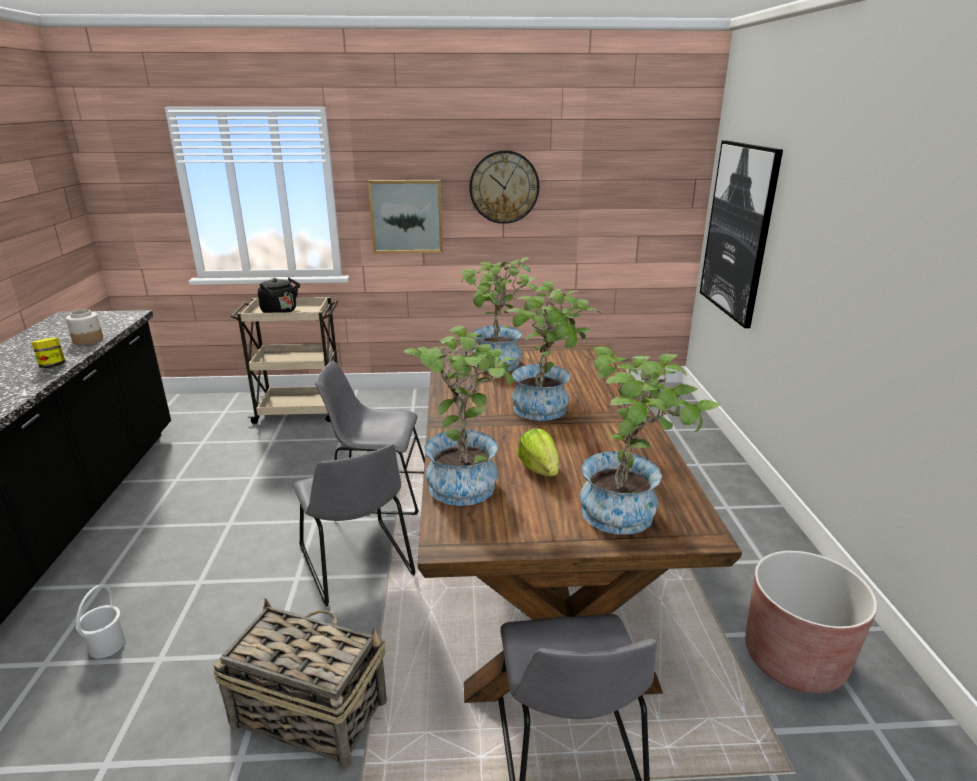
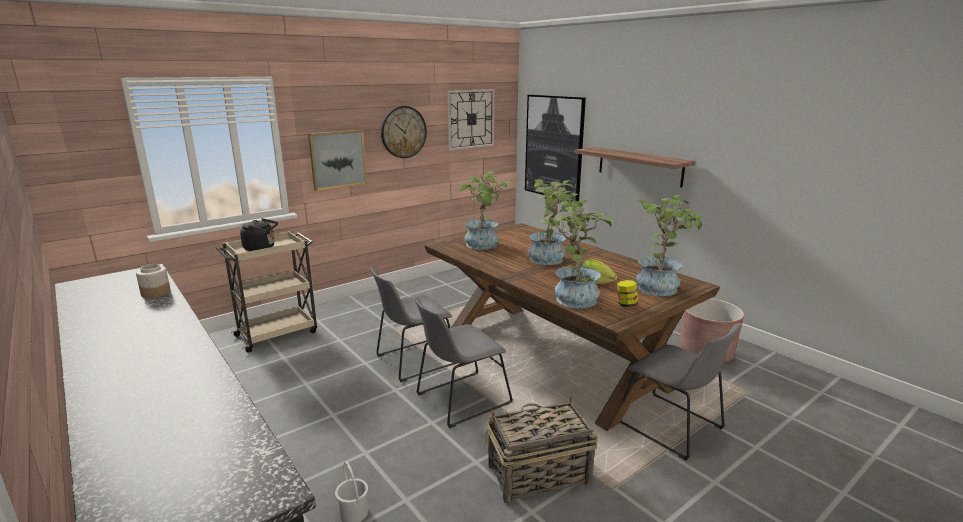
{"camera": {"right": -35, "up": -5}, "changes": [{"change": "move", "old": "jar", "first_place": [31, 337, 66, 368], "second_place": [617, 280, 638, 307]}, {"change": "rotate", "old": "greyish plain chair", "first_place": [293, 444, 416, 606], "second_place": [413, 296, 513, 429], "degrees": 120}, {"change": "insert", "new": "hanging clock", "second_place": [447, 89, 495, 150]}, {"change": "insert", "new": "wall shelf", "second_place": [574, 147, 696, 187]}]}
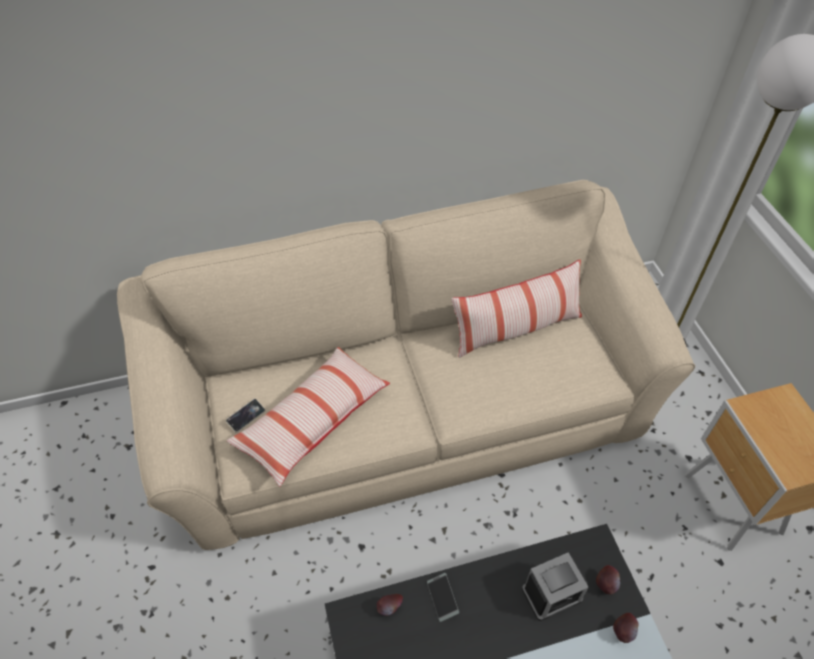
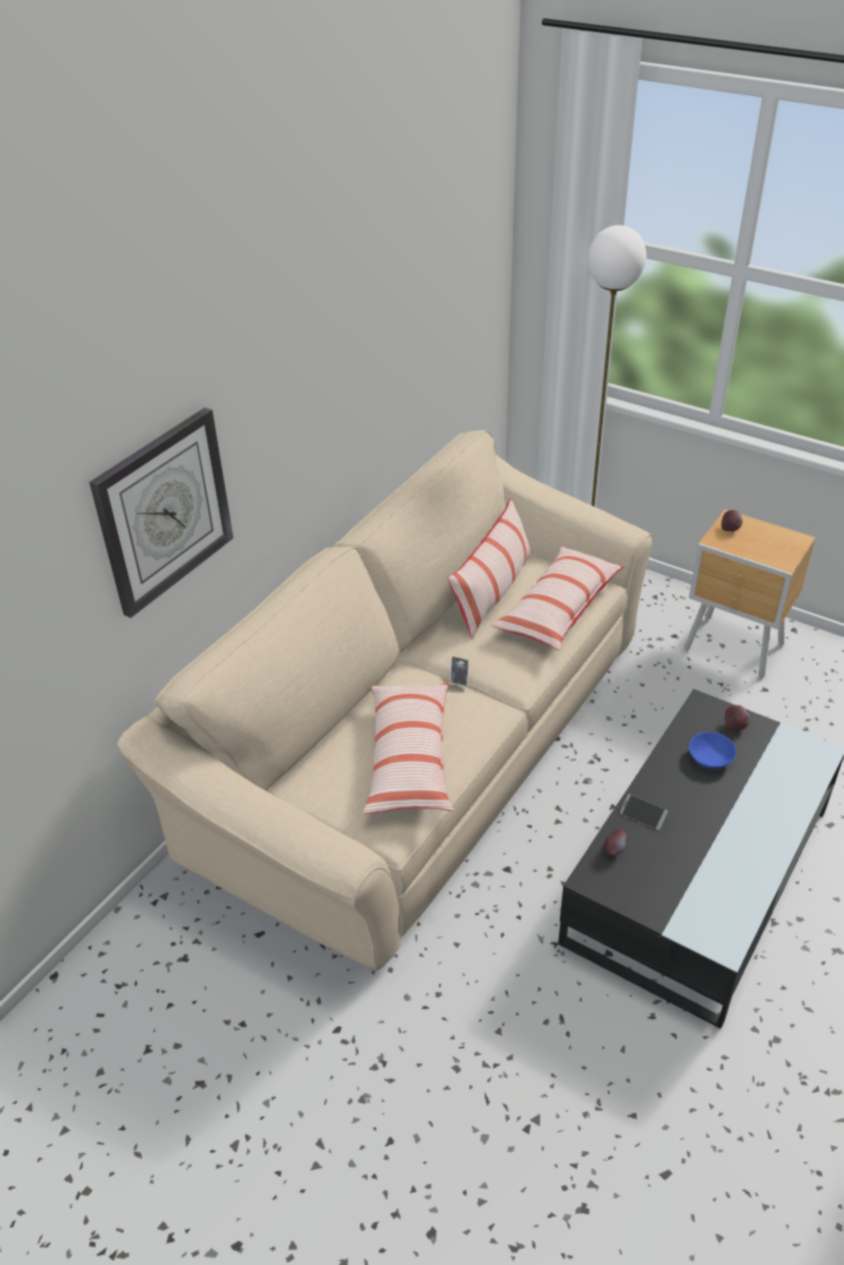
{"camera": {"right": -40, "up": -10}, "changes": [{"change": "move", "old": "telephone", "first_place": [226, 399, 265, 433], "second_place": [449, 657, 469, 687]}, {"change": "replace", "old": "bedside clock", "new": "blue serving bowl", "first_place": [522, 552, 589, 621], "second_place": [689, 732, 737, 768]}, {"change": "move", "old": "apple fruit", "first_place": [613, 613, 639, 643], "second_place": [721, 510, 743, 532]}, {"change": "insert", "new": "hanging clock", "second_place": [89, 407, 233, 618]}, {"change": "insert", "new": "pillow", "second_place": [491, 546, 624, 651]}]}
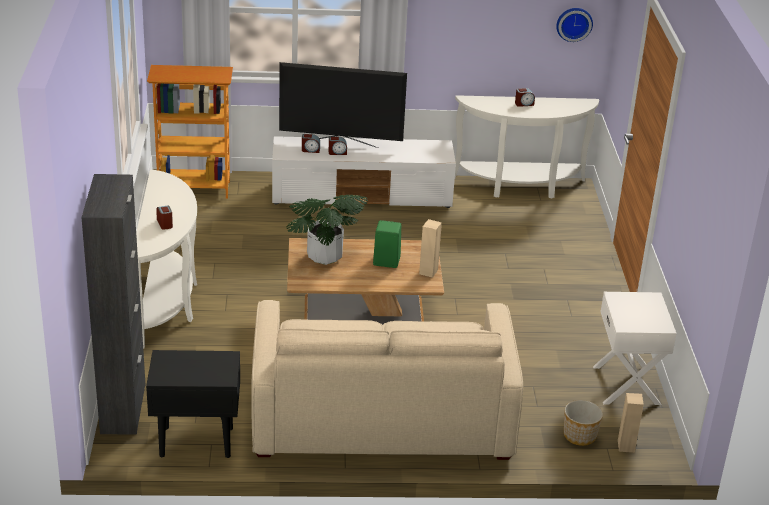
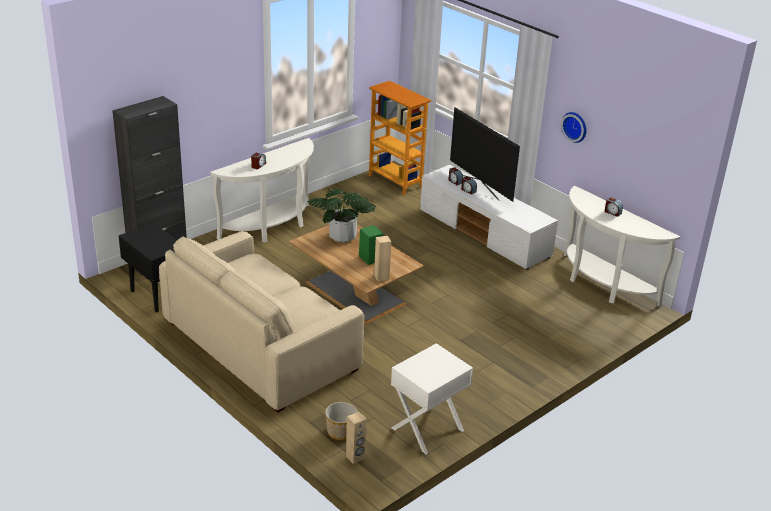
{"camera": {"right": 50, "up": 0}, "changes": [{"change": "move", "old": "hanging clock", "first_place": [556, 8, 593, 42], "second_place": [561, 112, 587, 143]}]}
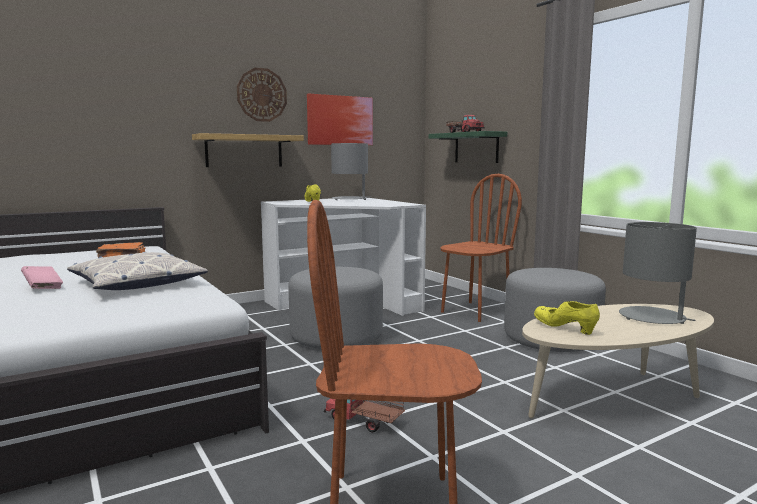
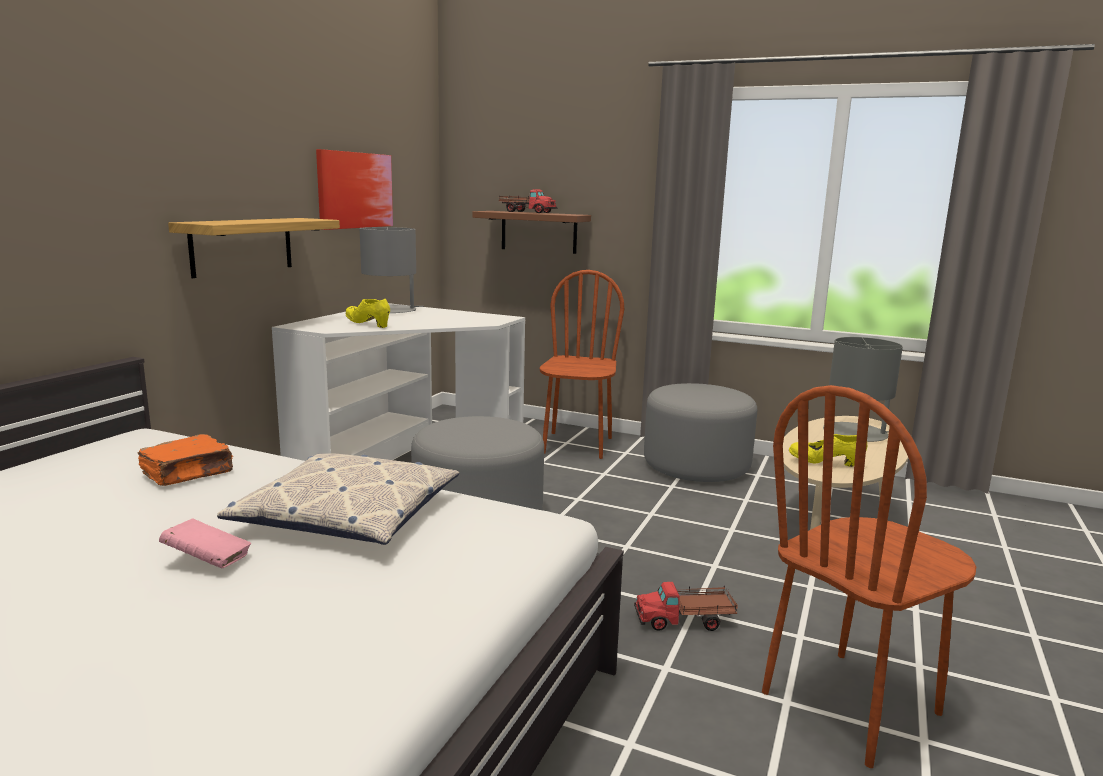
{"camera": {"right": -35, "up": 5}, "changes": [{"change": "delete", "old": "hanging clock", "first_place": [237, 68, 287, 122]}, {"change": "recolor", "old": "green-coloured wall shelf", "new": "brown-coloured wall shelf", "first_place": [429, 131, 507, 163], "second_place": [472, 211, 591, 254]}]}
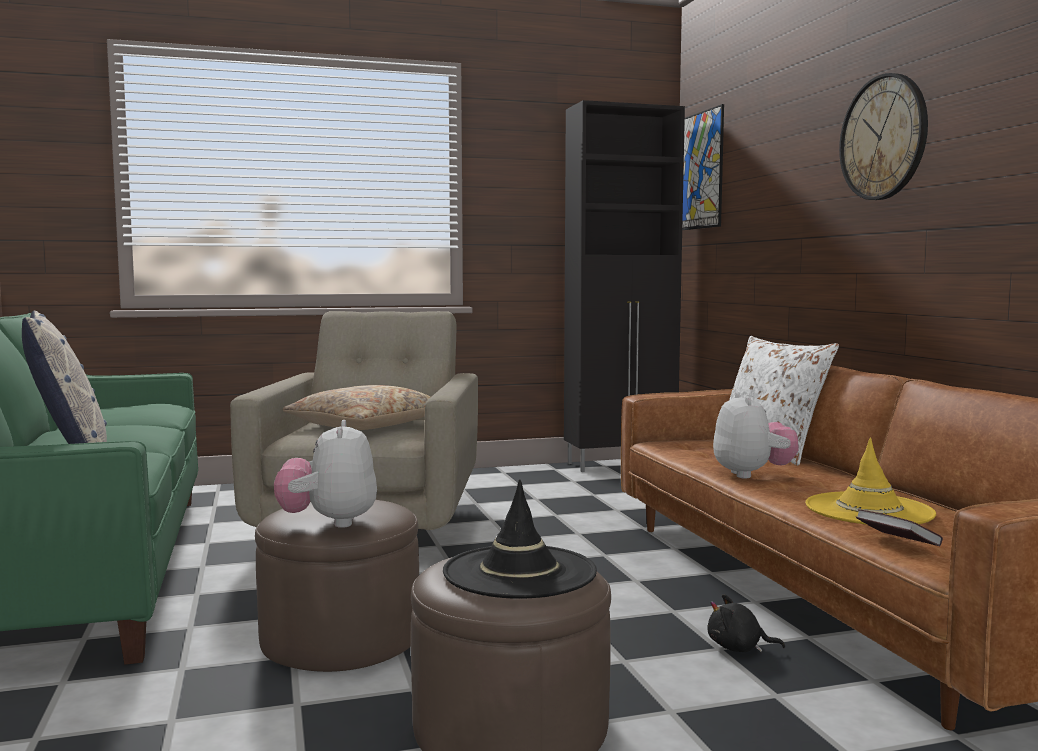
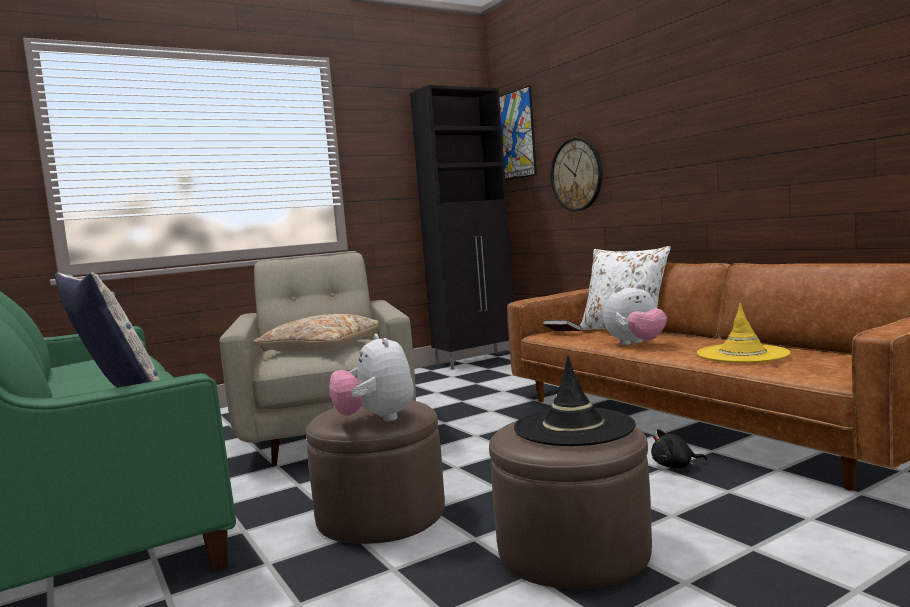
{"camera": {"right": -15, "up": 0}, "changes": [{"change": "move", "old": "hanging clock", "first_place": [839, 73, 928, 200], "second_place": [551, 138, 603, 211]}, {"change": "rotate", "old": "cuddly toy", "first_place": [713, 392, 799, 478], "second_place": [603, 284, 667, 345], "degrees": 90}, {"change": "move", "old": "bound book", "first_place": [856, 509, 943, 546], "second_place": [543, 320, 581, 331]}]}
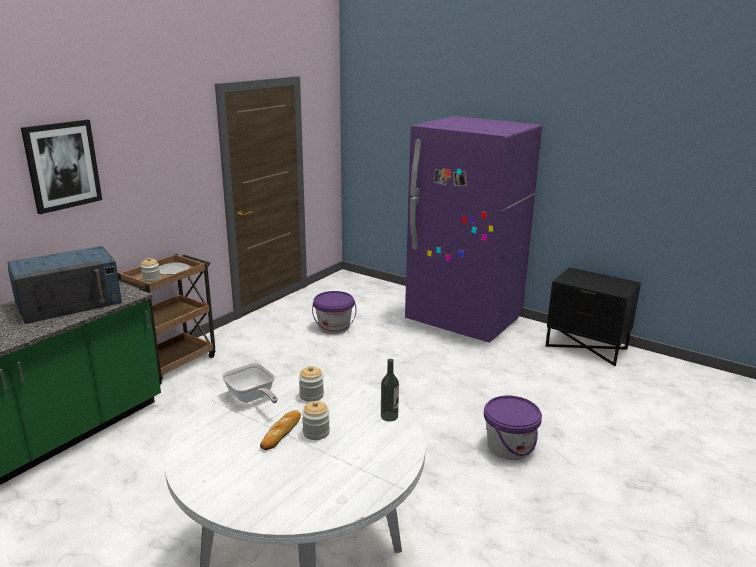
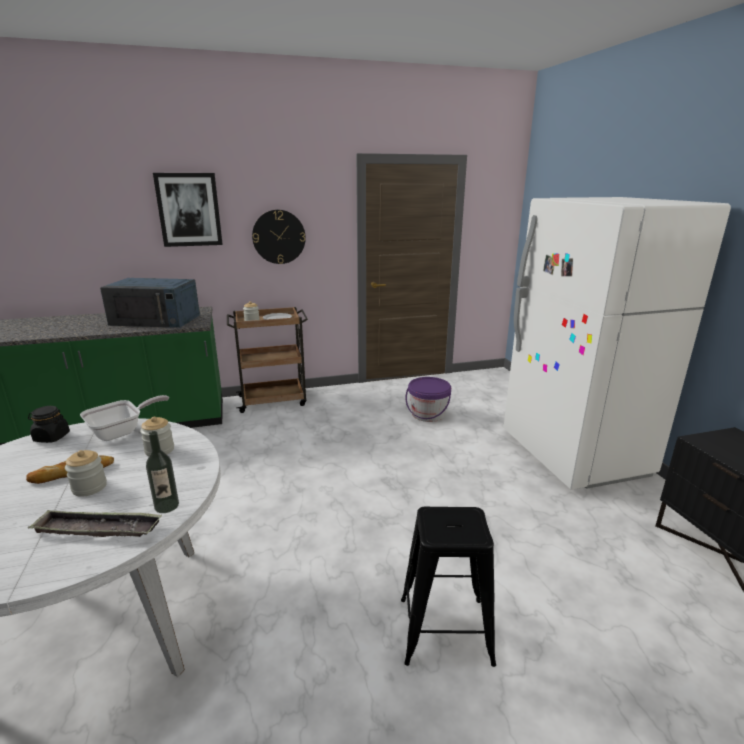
{"camera": {"right": 40, "up": 0}, "changes": [{"change": "recolor", "old": "purple-coloured refrigerator", "new": "white-coloured refrigerator", "first_place": [405, 116, 542, 343], "second_place": [503, 197, 731, 490]}, {"change": "rotate", "old": "pan", "first_place": [221, 363, 278, 403], "second_place": [80, 395, 169, 441], "degrees": -135}, {"change": "replace", "old": "purple-coloured pail", "new": "black stool", "first_place": [484, 395, 542, 460], "second_place": [401, 506, 496, 667]}, {"change": "insert", "new": "hanging clock", "second_place": [252, 210, 306, 264]}, {"change": "insert", "new": "black jar", "second_place": [28, 406, 70, 443]}, {"change": "insert", "new": "tray", "second_place": [28, 509, 162, 537]}]}
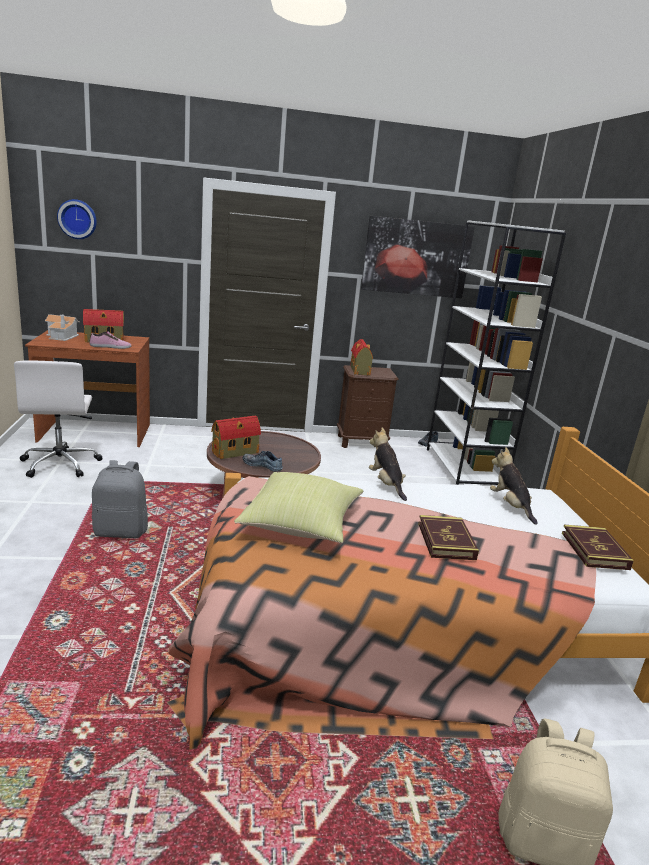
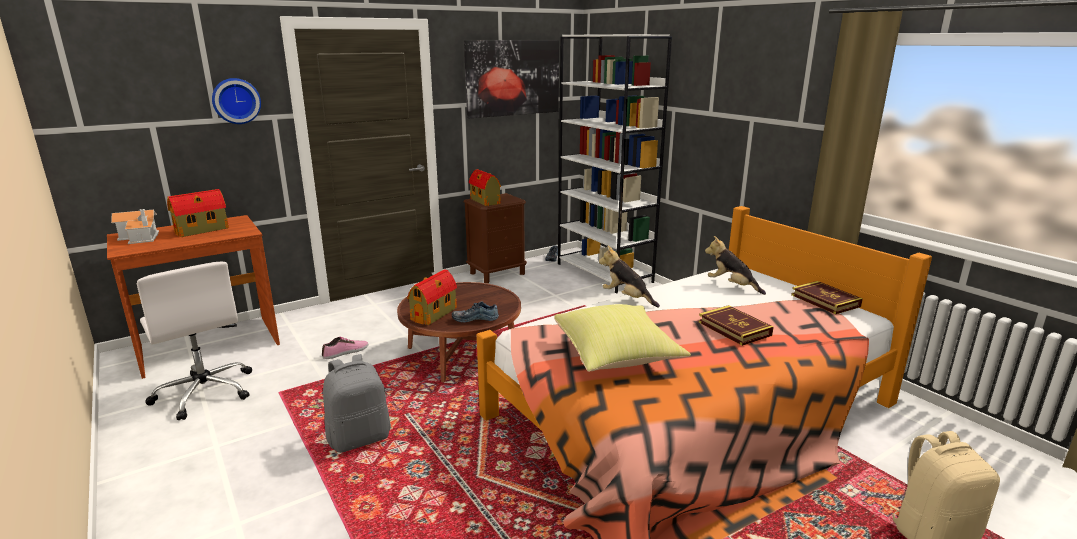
{"camera": {"right": -25, "up": 0}, "changes": [{"change": "move", "old": "hanging clock", "first_place": [57, 199, 97, 239], "second_place": [212, 78, 261, 124]}, {"change": "move", "old": "shoe", "first_place": [89, 332, 131, 349], "second_place": [322, 337, 368, 359]}]}
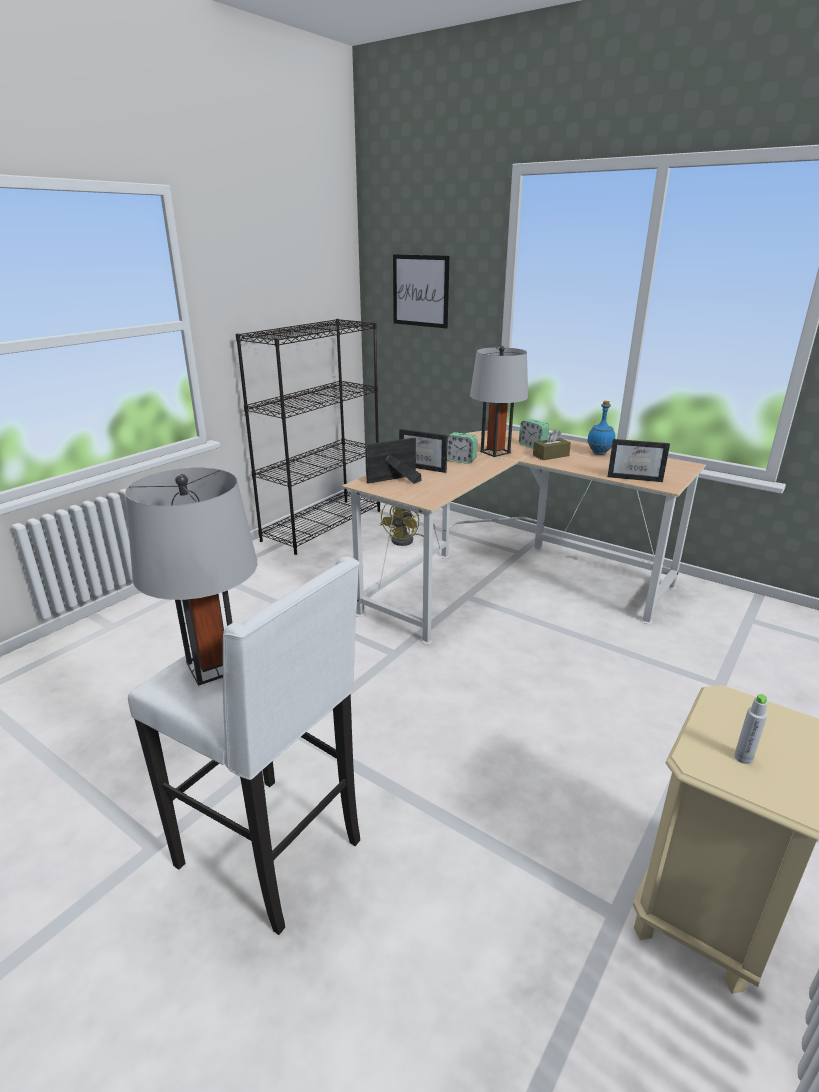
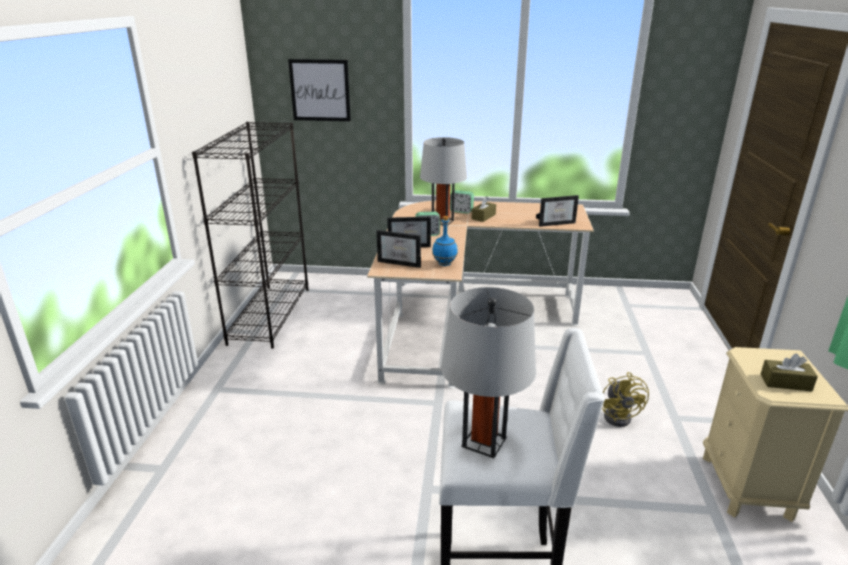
{"camera": {"right": -30, "up": 0}, "changes": [{"change": "move", "old": "blue beverage bottle", "first_place": [587, 401, 615, 455], "second_place": [432, 216, 458, 266]}, {"change": "rotate", "old": "photo frame", "first_place": [366, 437, 422, 484], "second_place": [377, 230, 421, 268], "degrees": -105}, {"change": "move", "old": "yellowish cooling fan", "first_place": [380, 504, 436, 546], "second_place": [602, 372, 649, 427]}, {"change": "replace", "old": "greyish beverage bottle", "new": "brown-coloured box of tissues", "first_place": [734, 694, 768, 764], "second_place": [761, 354, 818, 391]}]}
